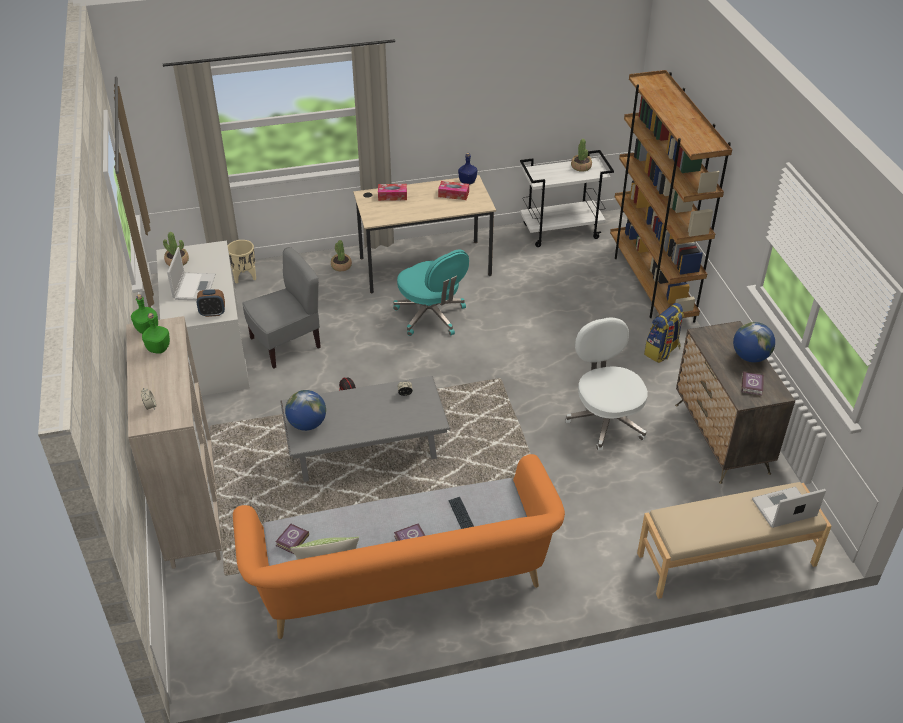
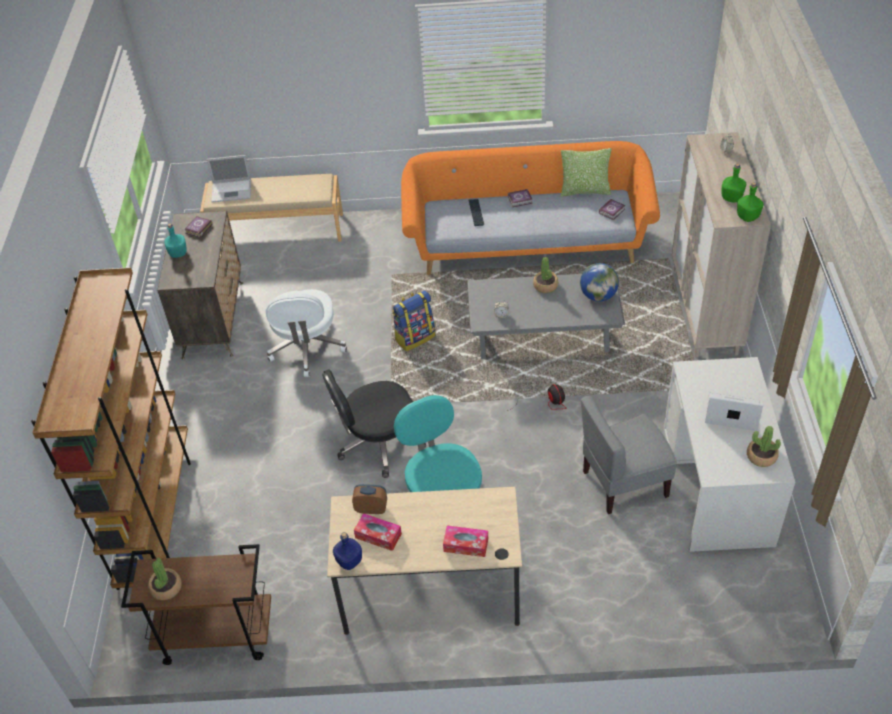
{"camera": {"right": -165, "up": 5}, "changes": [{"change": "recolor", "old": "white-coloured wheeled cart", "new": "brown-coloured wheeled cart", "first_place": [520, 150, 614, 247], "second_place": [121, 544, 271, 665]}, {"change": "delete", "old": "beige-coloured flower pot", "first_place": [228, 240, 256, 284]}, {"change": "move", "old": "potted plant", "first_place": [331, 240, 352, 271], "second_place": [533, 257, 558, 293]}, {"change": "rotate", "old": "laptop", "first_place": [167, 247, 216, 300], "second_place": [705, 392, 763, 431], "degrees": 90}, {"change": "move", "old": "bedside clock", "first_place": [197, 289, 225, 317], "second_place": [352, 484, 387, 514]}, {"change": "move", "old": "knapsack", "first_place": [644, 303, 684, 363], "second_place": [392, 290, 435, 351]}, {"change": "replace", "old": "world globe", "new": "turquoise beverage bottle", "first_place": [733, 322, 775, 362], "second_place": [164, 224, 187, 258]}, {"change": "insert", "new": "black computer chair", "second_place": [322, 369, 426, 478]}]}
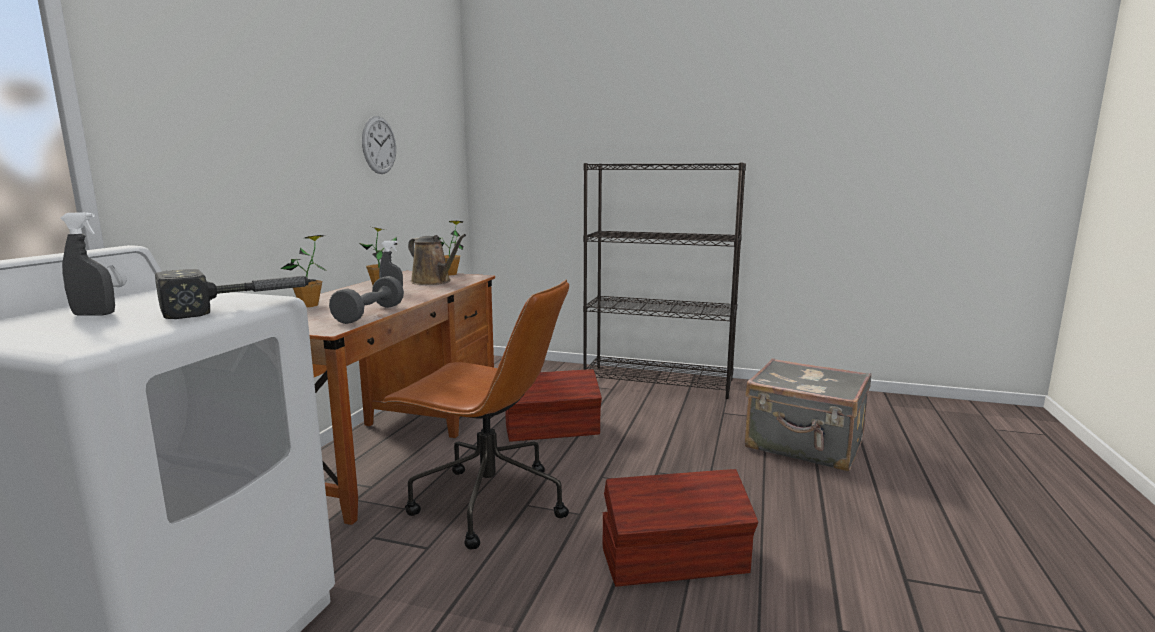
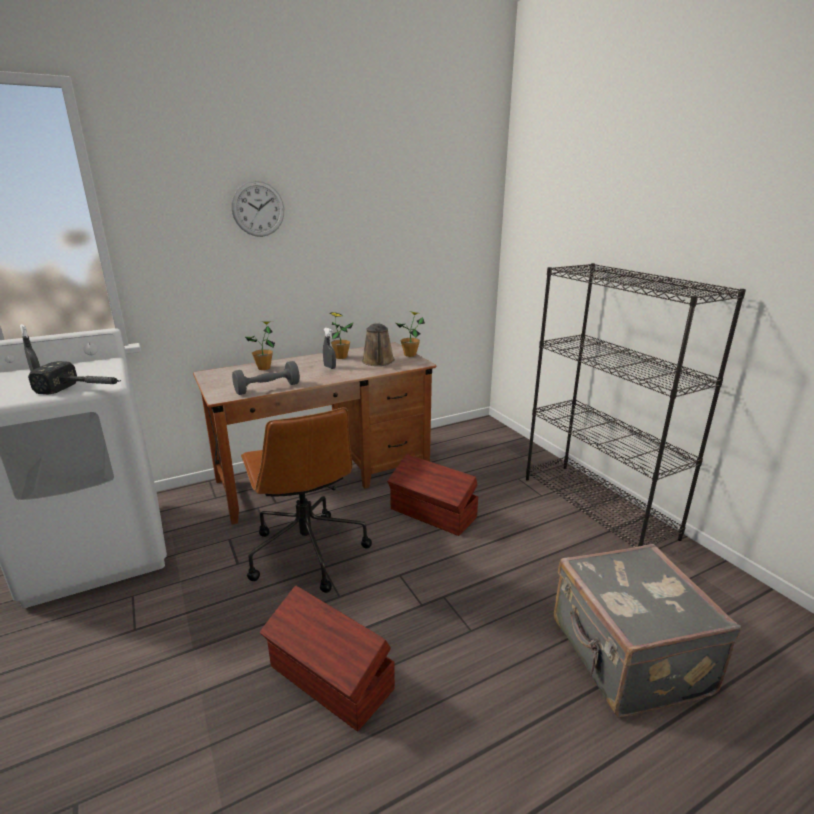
{"camera": {"right": 45, "up": 10}, "changes": [{"change": "move", "old": "hanging clock", "first_place": [362, 116, 396, 174], "second_place": [231, 181, 284, 237]}]}
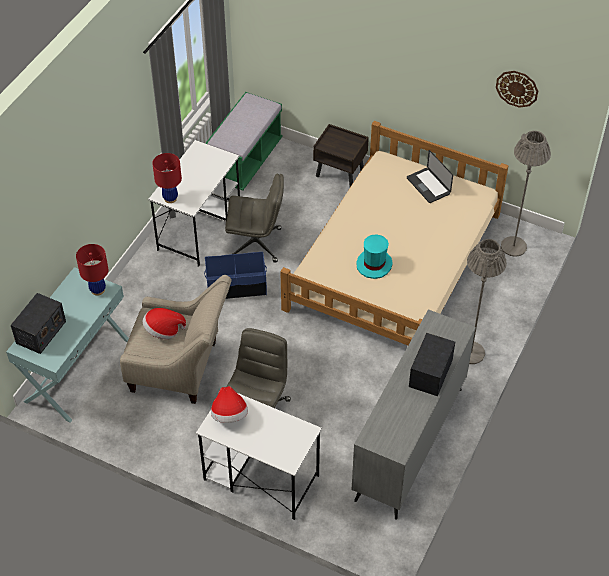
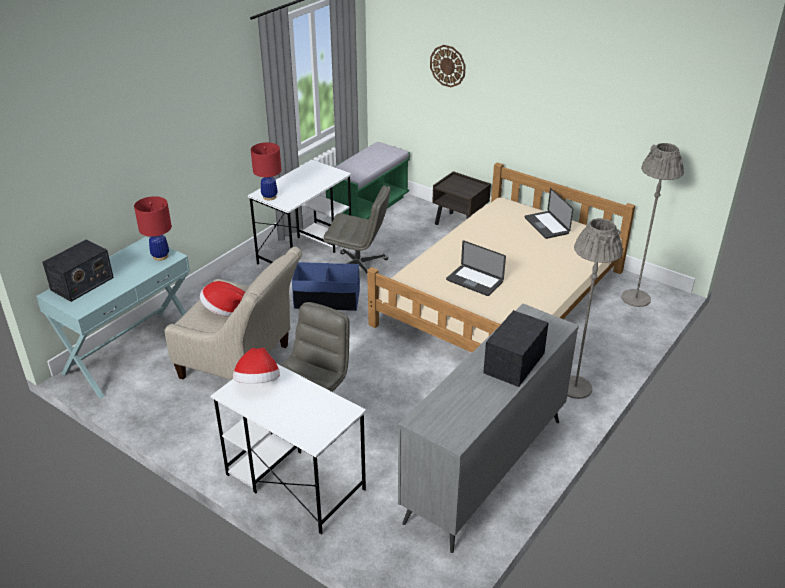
{"camera": {"right": 10, "up": -15}, "changes": [{"change": "move", "old": "hanging clock", "first_place": [496, 71, 538, 108], "second_place": [430, 45, 466, 87]}, {"change": "replace", "old": "turquoise clothing hat", "new": "laptop", "first_place": [356, 235, 393, 279], "second_place": [446, 240, 506, 296]}]}
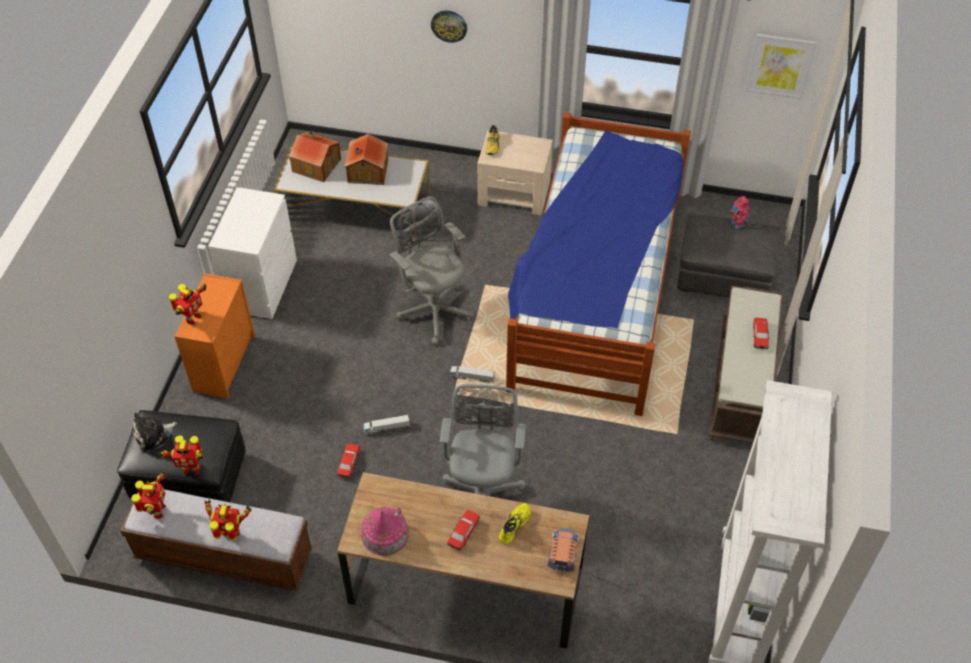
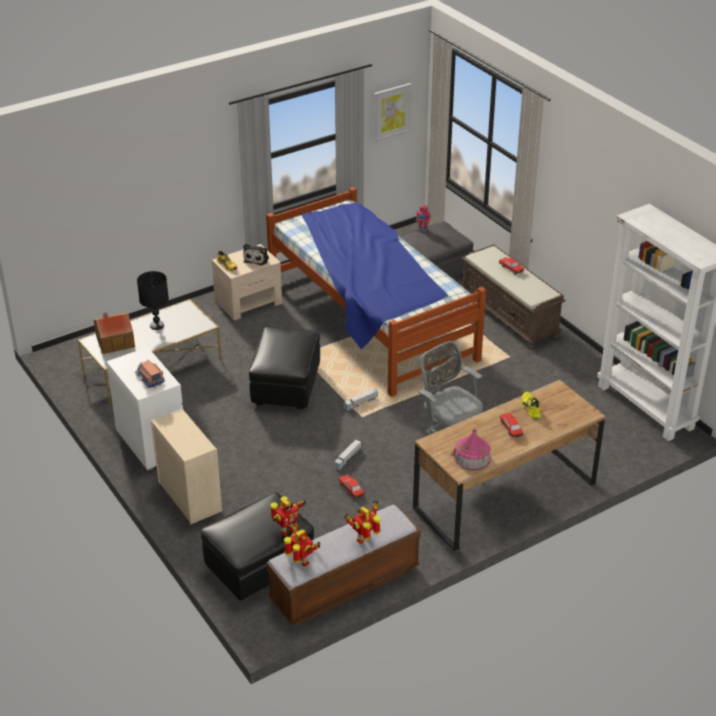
{"camera": {"right": -45, "up": -15}, "changes": [{"change": "delete", "old": "hanging clock", "first_place": [431, 11, 467, 43]}, {"change": "replace", "old": "toy house", "new": "black tabletop lamp", "first_place": [345, 134, 388, 185], "second_place": [137, 271, 169, 330]}, {"change": "replace", "old": "greyish computer chair", "new": "black footrest", "first_place": [390, 196, 474, 345], "second_place": [249, 326, 320, 409]}, {"change": "recolor", "old": "orange-coloured dresser", "new": "beige-coloured dresser", "first_place": [174, 274, 255, 399], "second_place": [151, 409, 222, 524]}, {"change": "delete", "old": "robot figure", "first_place": [169, 284, 207, 325]}, {"change": "move", "old": "cuddly toy", "first_place": [133, 412, 177, 452], "second_place": [243, 243, 269, 266]}, {"change": "move", "old": "toy lorry", "first_place": [547, 528, 579, 574], "second_place": [134, 360, 165, 388]}]}
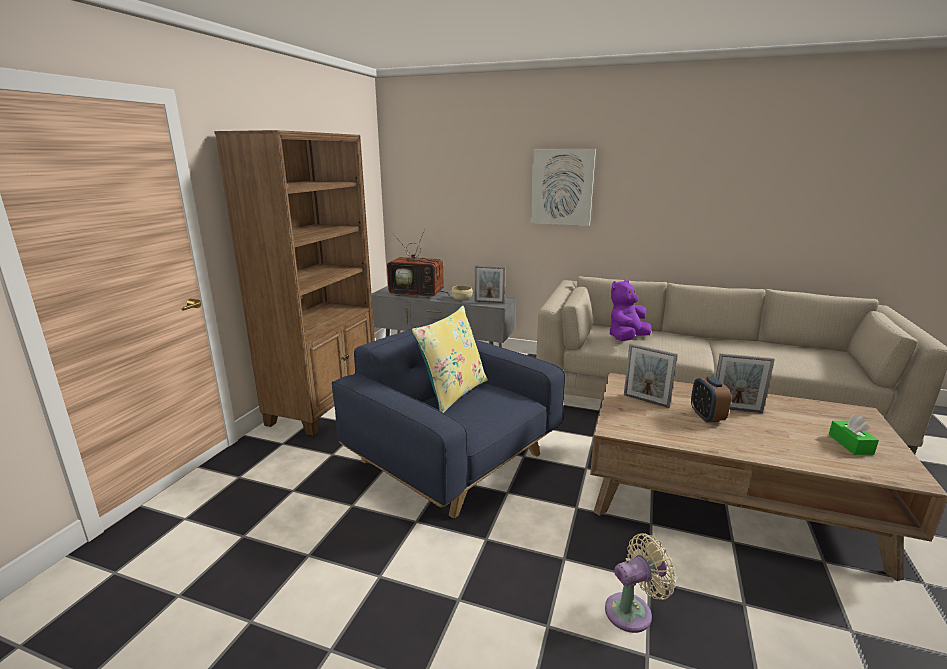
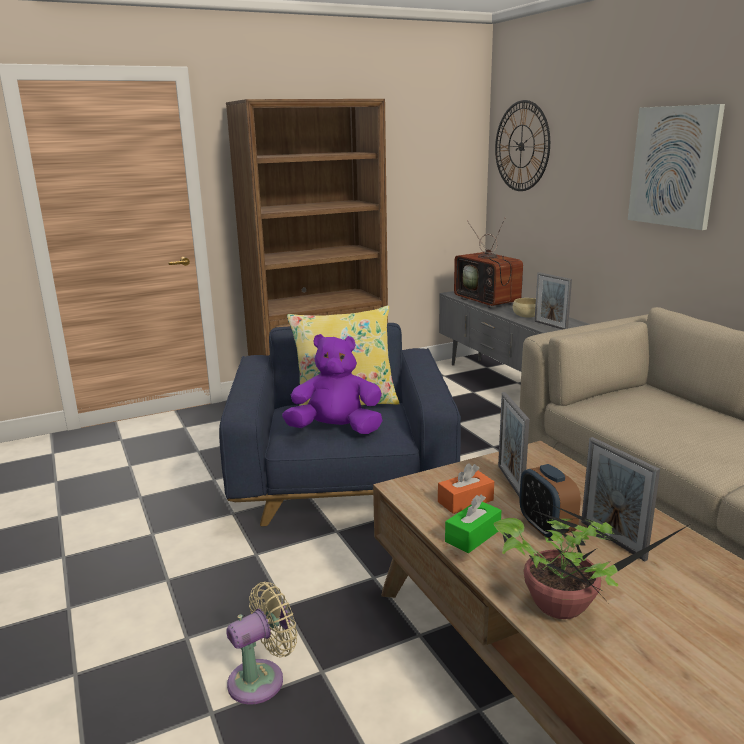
{"camera": {"right": 45, "up": 0}, "changes": [{"change": "move", "old": "purple-coloured cuddly toy", "first_place": [609, 280, 652, 341], "second_place": [282, 334, 383, 434]}, {"change": "rotate", "old": "bedside clock", "first_place": [691, 377, 731, 423], "second_place": [520, 464, 581, 538], "degrees": -60}, {"change": "move", "old": "green-coloured box of tissues", "first_place": [828, 415, 879, 455], "second_place": [445, 495, 501, 553]}, {"change": "rotate", "old": "beige-coloured cooling fan", "first_place": [605, 533, 676, 633], "second_place": [226, 582, 297, 705], "degrees": -60}, {"change": "insert", "new": "hanging clock", "second_place": [495, 100, 550, 191]}, {"change": "insert", "new": "orange-coloured box of tissues", "second_place": [438, 463, 494, 514]}, {"change": "insert", "new": "potted plant", "second_place": [494, 504, 692, 619]}]}
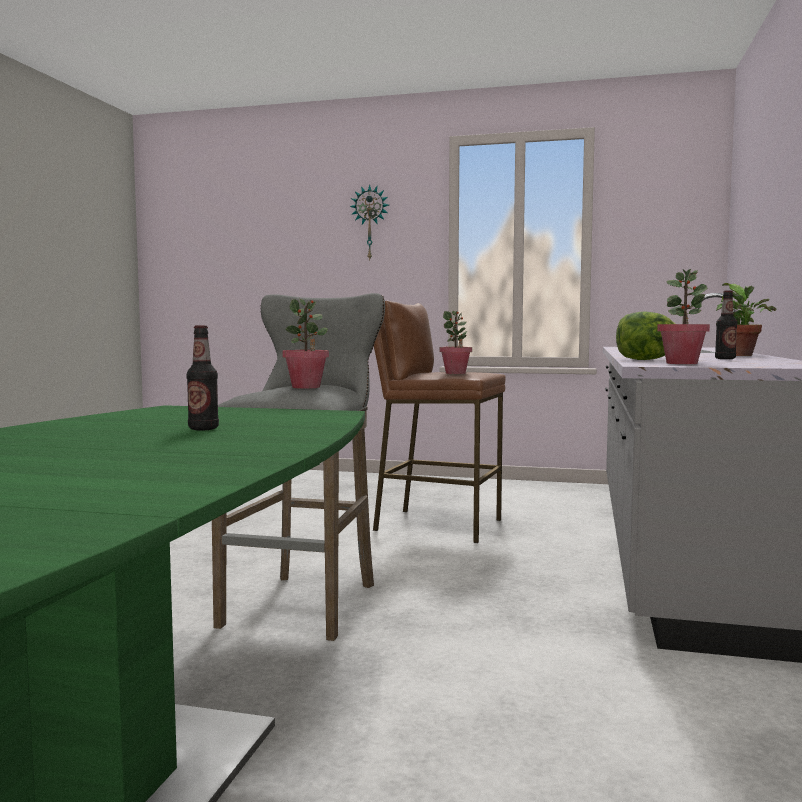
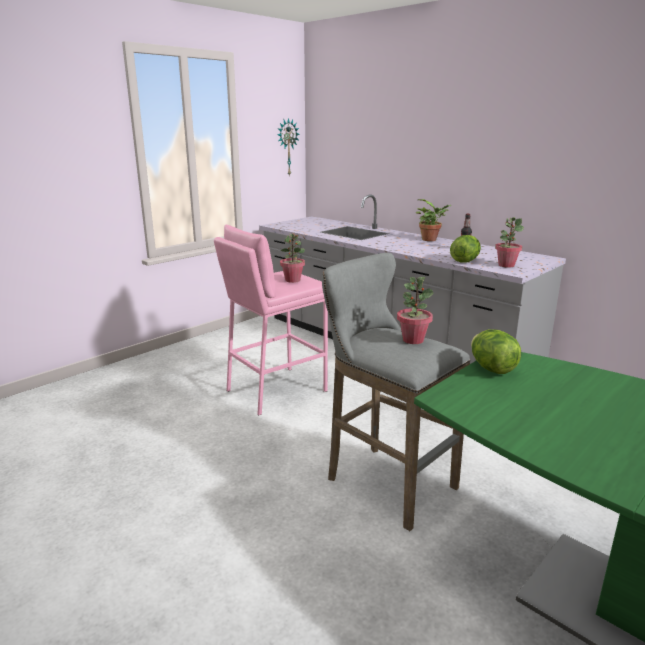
{"camera": {"right": -60, "up": 15}, "changes": [{"change": "move", "old": "hanging clock", "first_place": [350, 184, 389, 260], "second_place": [277, 118, 300, 177]}, {"change": "recolor", "old": "brown-coloured stool", "new": "pink-coloured stool", "first_place": [373, 301, 506, 543], "second_place": [214, 225, 328, 415]}, {"change": "delete", "old": "beverage bottle", "first_place": [187, 325, 219, 430]}, {"change": "insert", "new": "lettuce head", "second_place": [471, 329, 521, 374]}]}
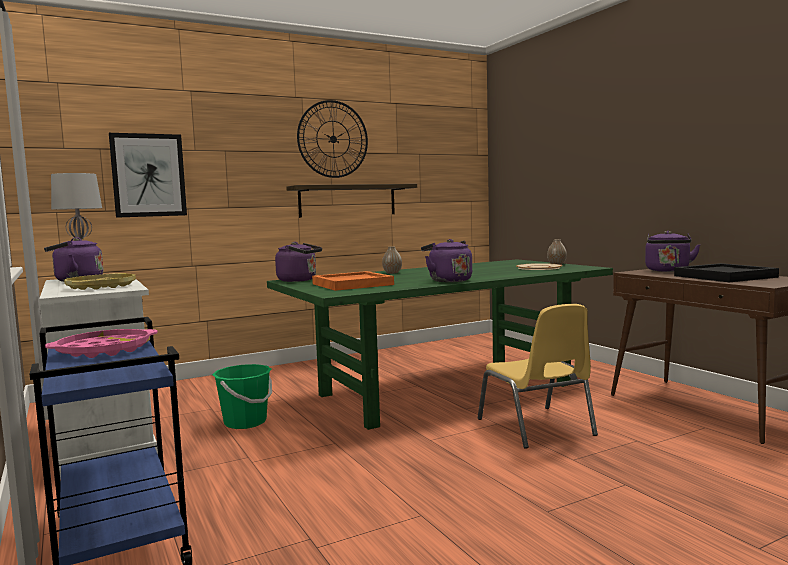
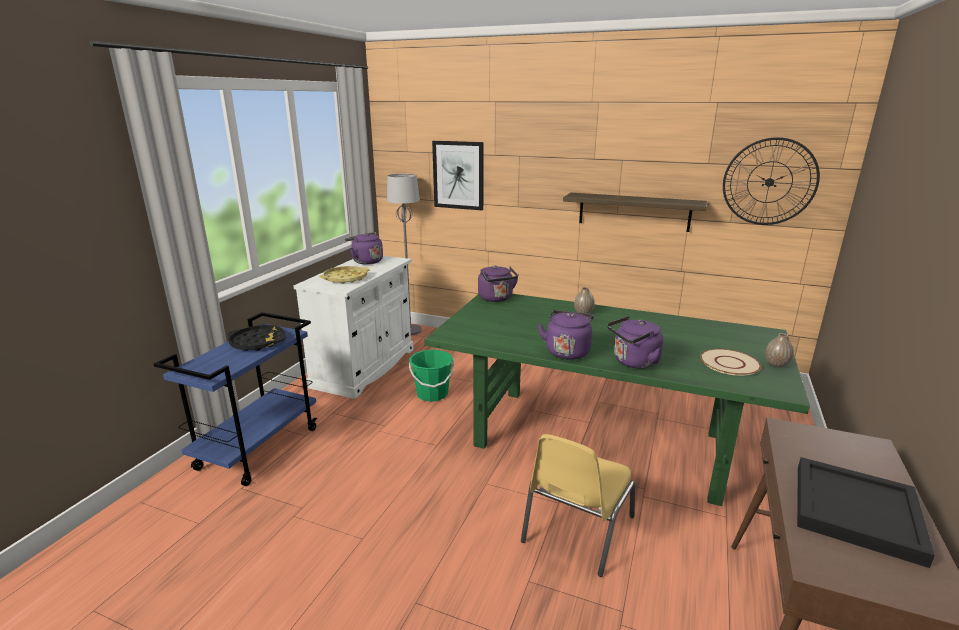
{"camera": {"right": 50, "up": 15}, "changes": [{"change": "move", "old": "hanging clock", "first_place": [297, 100, 368, 178], "second_place": [723, 137, 820, 225]}, {"change": "move", "old": "purple-coloured tea kettle", "first_place": [645, 231, 700, 272], "second_place": [607, 316, 663, 369]}, {"change": "delete", "old": "orange-coloured tray", "first_place": [312, 271, 394, 291]}, {"change": "recolor", "old": "pink-coloured tray", "new": "black tray", "first_place": [45, 329, 158, 358], "second_place": [227, 325, 286, 351]}]}
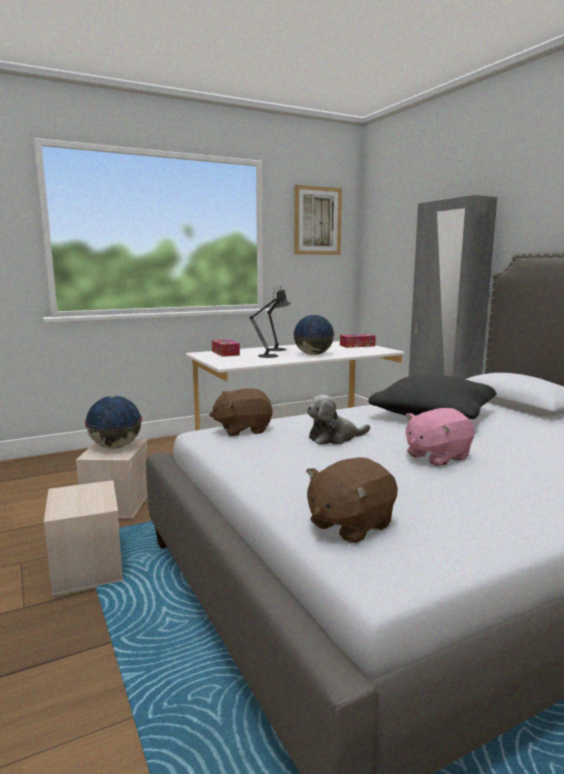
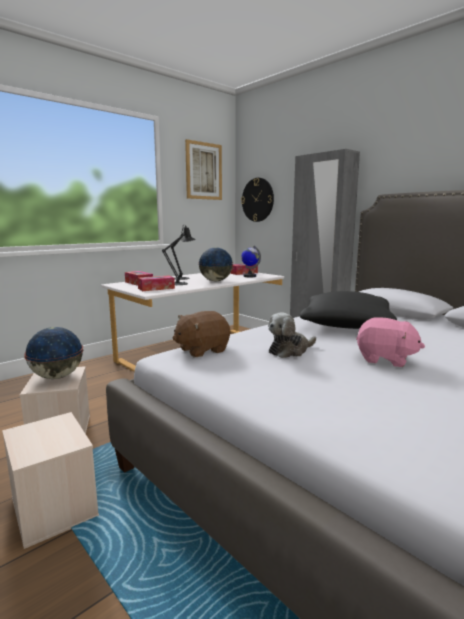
{"camera": {"right": -15, "up": 0}, "changes": [{"change": "rotate", "old": "pink-coloured cuddly toy", "first_place": [405, 408, 475, 466], "second_place": [356, 317, 425, 367], "degrees": -105}, {"change": "delete", "old": "brown-coloured cuddly toy", "first_place": [306, 457, 398, 543]}, {"change": "insert", "new": "hanging clock", "second_place": [241, 178, 274, 222]}, {"change": "insert", "new": "world globe", "second_place": [241, 246, 261, 277]}, {"change": "insert", "new": "box of tissues", "second_place": [137, 276, 175, 291]}]}
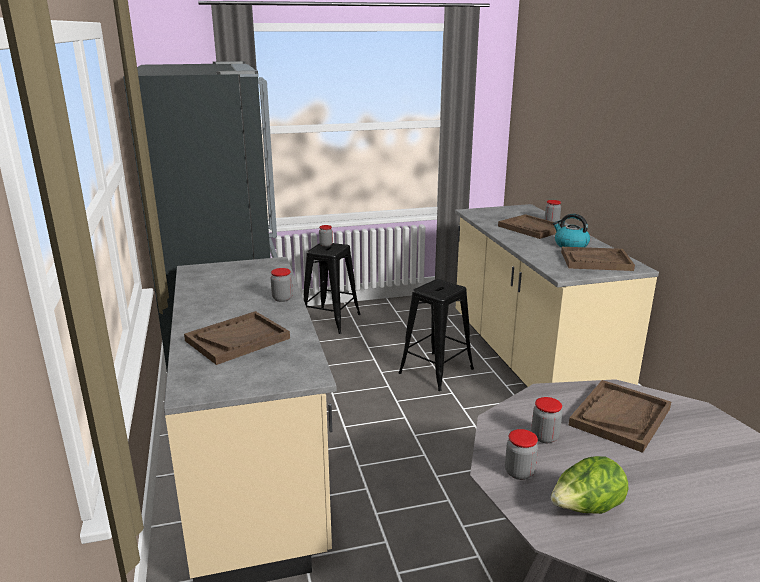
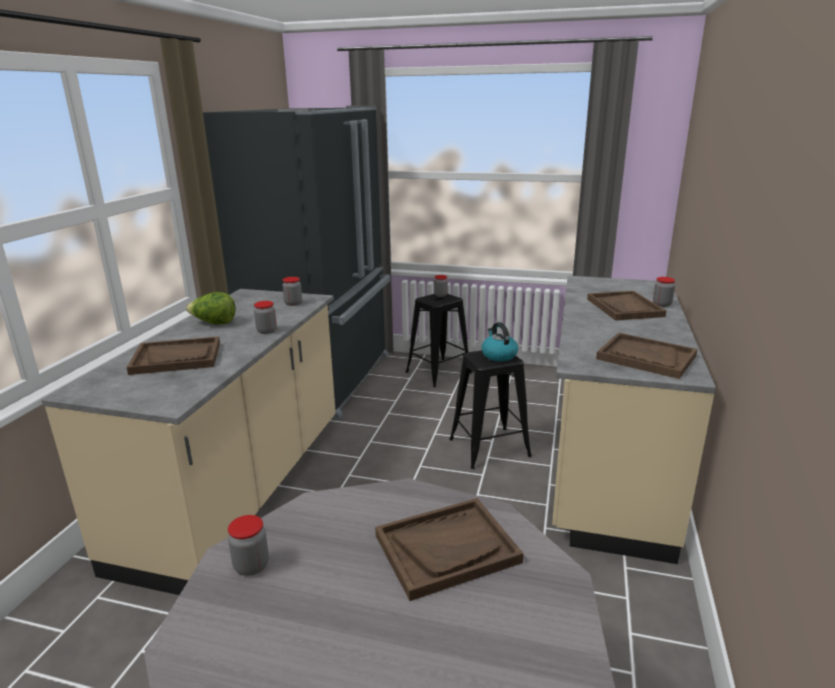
{"camera": {"right": 30, "up": 0}, "changes": [{"change": "move", "old": "tea kettle", "first_place": [553, 214, 590, 247], "second_place": [482, 322, 518, 361]}, {"change": "move", "old": "jar", "first_place": [531, 397, 562, 443], "second_place": [283, 277, 302, 306]}, {"change": "move", "old": "lettuce head", "first_place": [551, 456, 628, 514], "second_place": [186, 292, 235, 325]}]}
